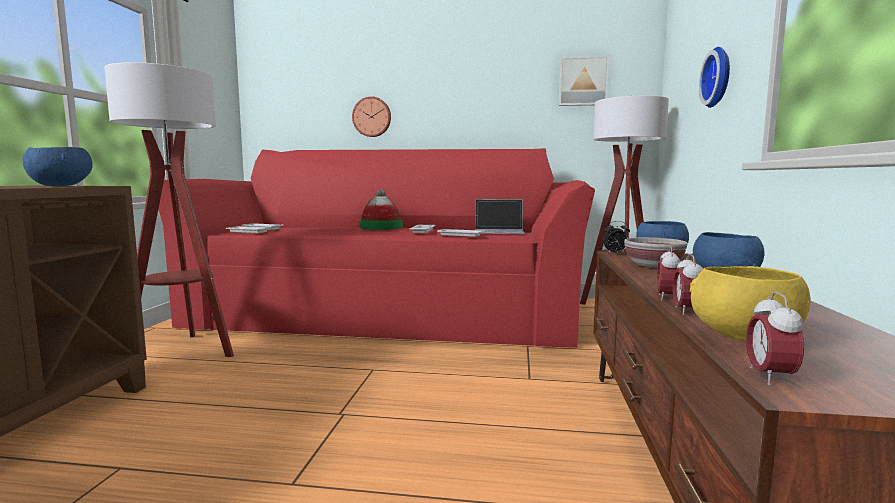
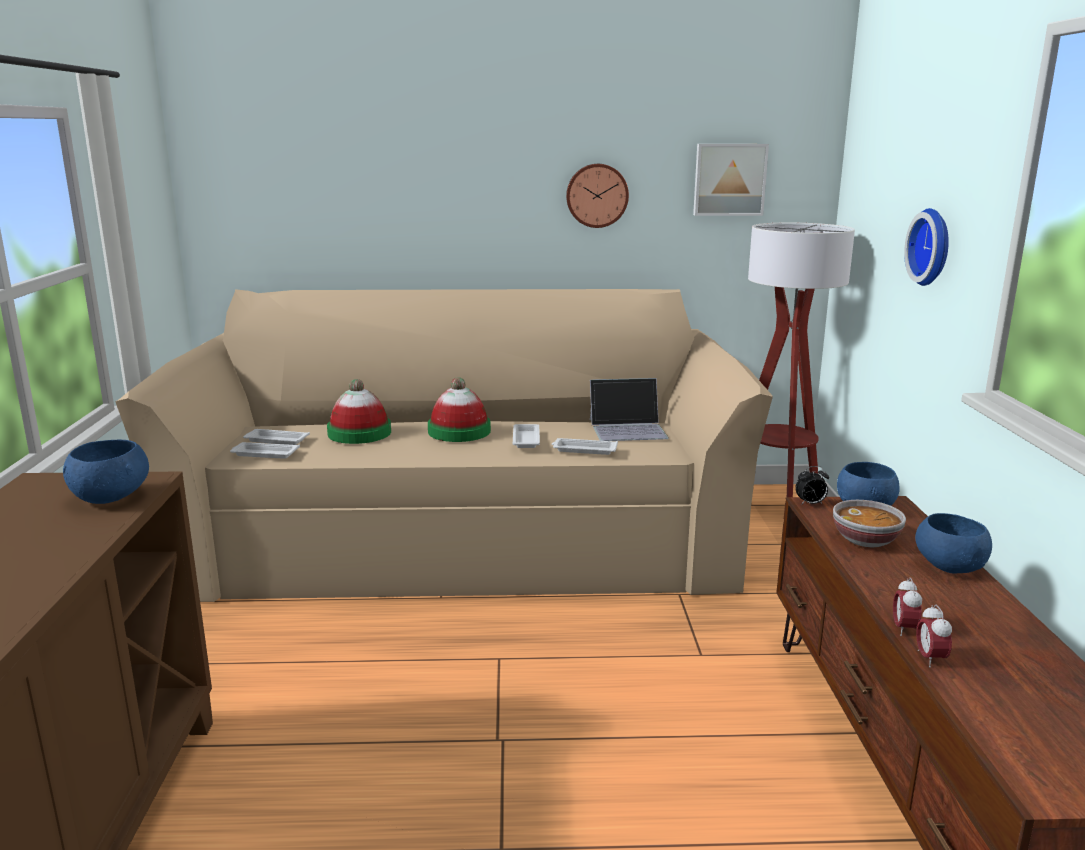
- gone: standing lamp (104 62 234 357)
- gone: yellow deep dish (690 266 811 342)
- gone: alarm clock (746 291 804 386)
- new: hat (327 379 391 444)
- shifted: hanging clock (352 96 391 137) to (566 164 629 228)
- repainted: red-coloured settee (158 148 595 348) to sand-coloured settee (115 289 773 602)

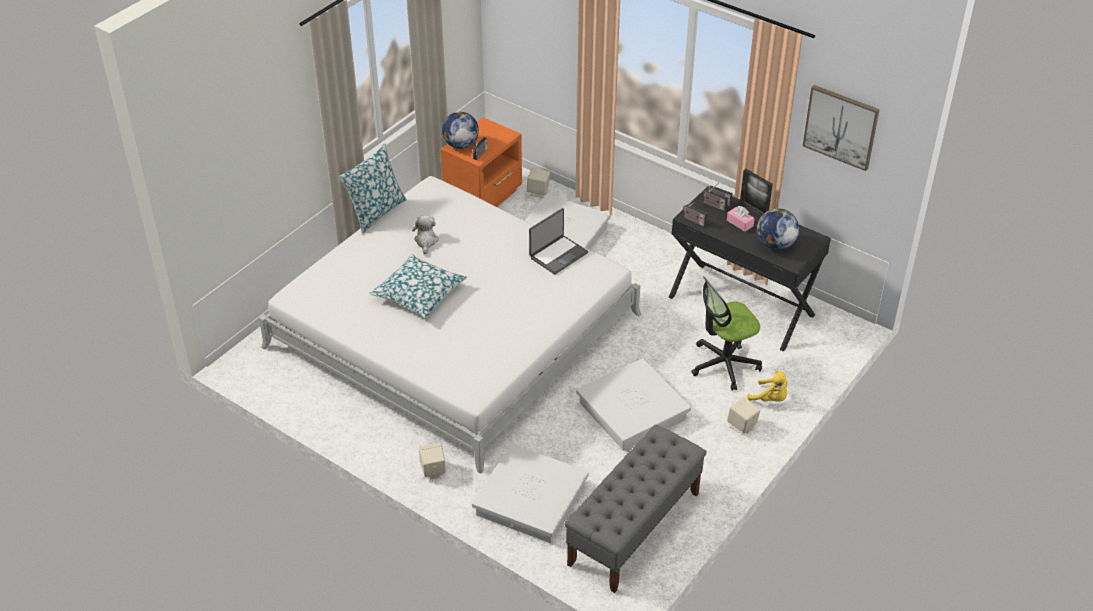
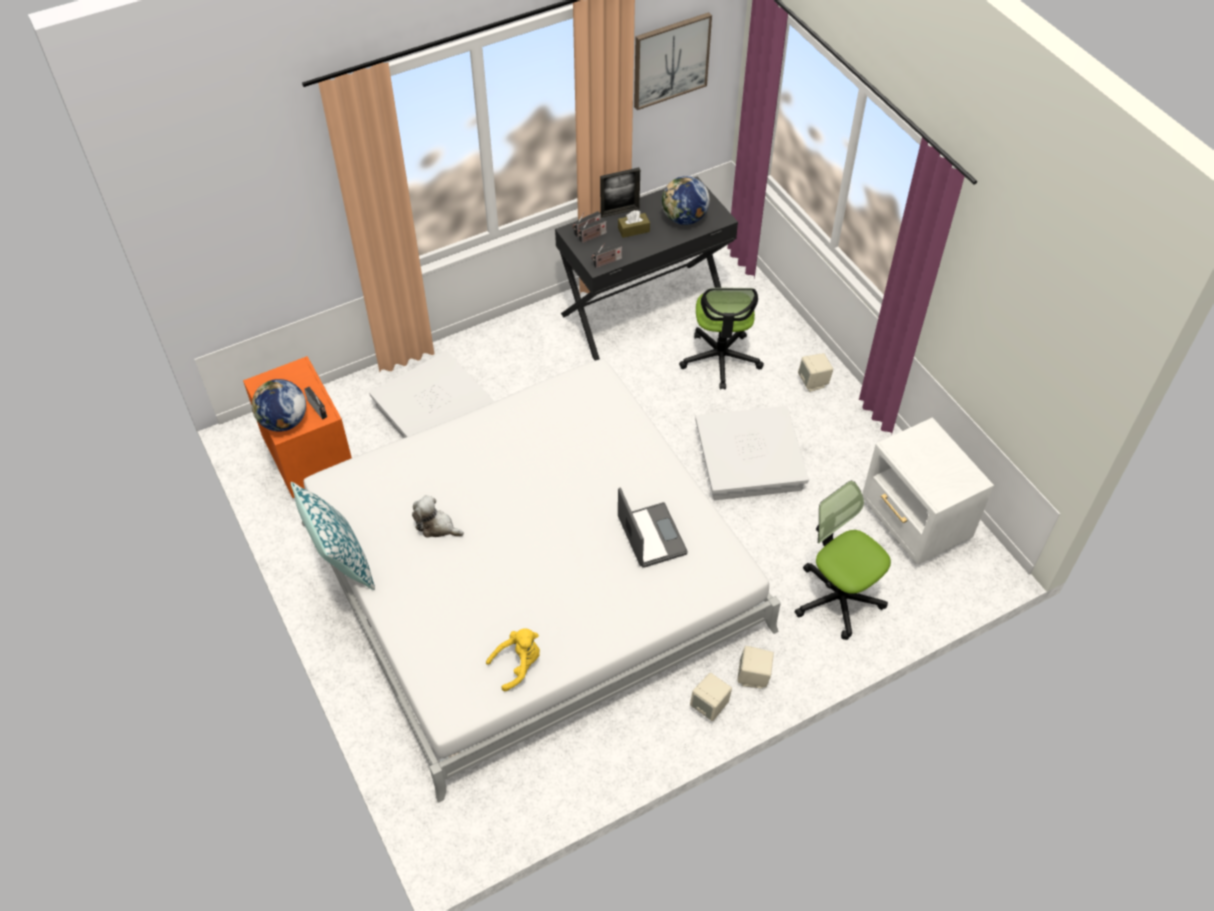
- gone: cushion (369 254 467 318)
- shifted: sand-coloured loudspeaker (526 167 550 197) to (690 673 732 721)
- shifted: notebook computer (529 208 588 274) to (618 488 688 568)
- shifted: yellow soft toy (747 371 788 402) to (486 628 540 691)
- swapped: whitish storage box (472 444 589 543) to desk chair (795 481 891 640)
- swapped: greyish bench (564 424 707 593) to whitish night table (862 417 994 565)
- repainted: pinkish box of tissues (727 206 755 232) to brown-coloured box of tissues (618 210 650 238)

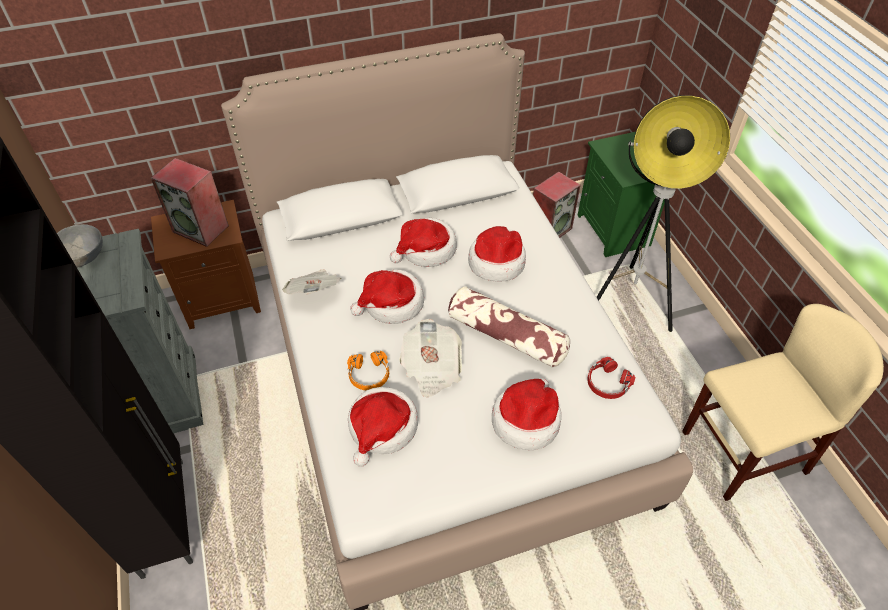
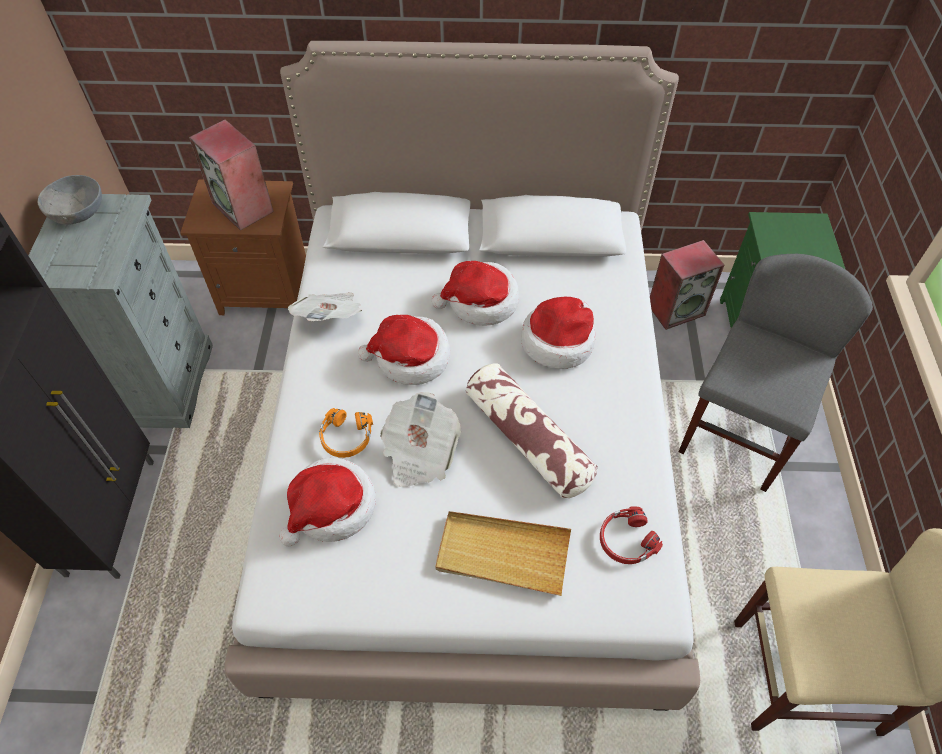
- swapped: hat (492 378 562 450) to sand-coloured tray (435 511 571 596)
- swapped: standing lamp (597 95 730 332) to greyish plain chair (678 254 873 492)

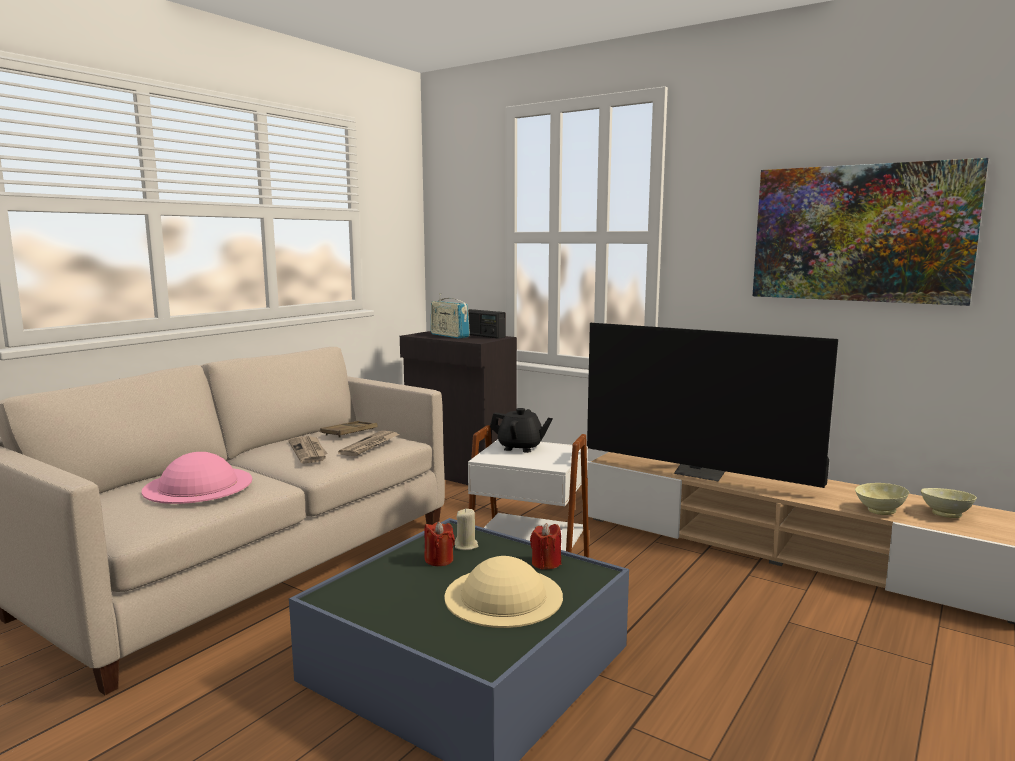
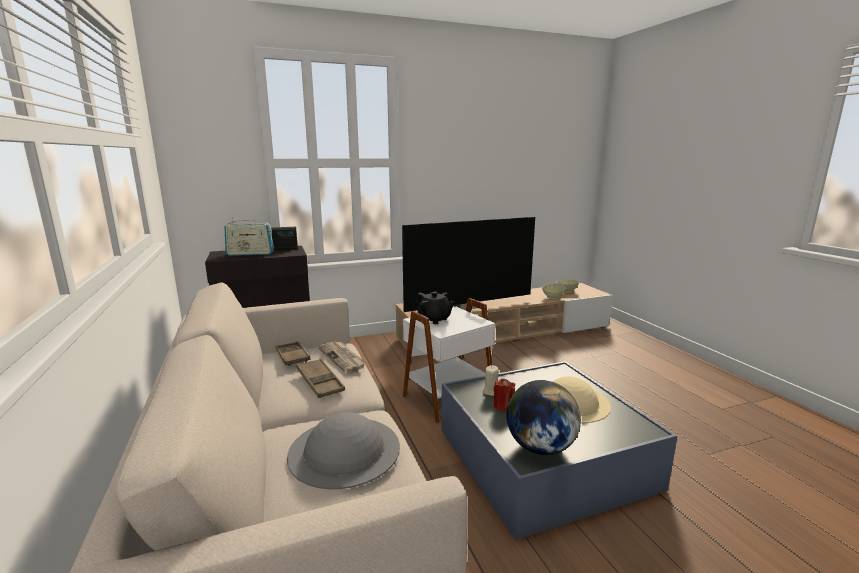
- gone: red-coloured wax light (530 523 561 570)
- gone: wall art (753 158 989 306)
- new: desk globe (507 380 581 455)
- swapped: daily paper (288 436 327 463) to brown-coloured tray (296 358 345 398)
- repainted: pinkish hat (142 452 252 504) to greyish hat (287 412 400 489)
- rotated: black-coloured tea pot (490 408 553 453) = (416 292 455 324) 75 degrees clockwise

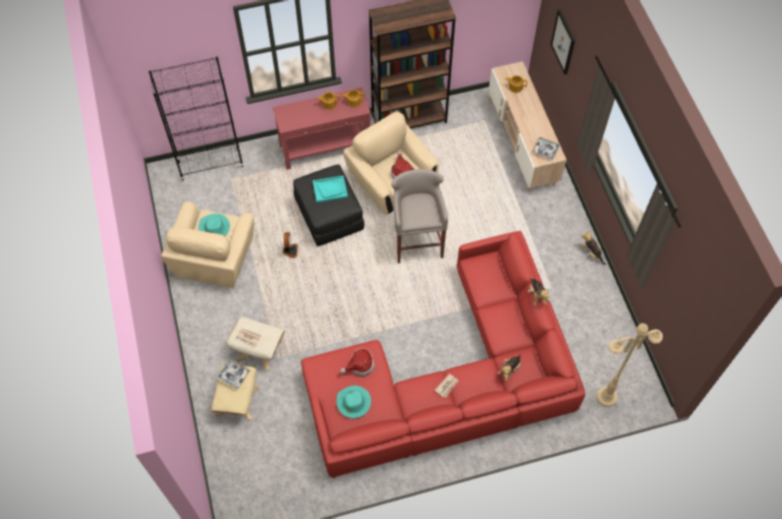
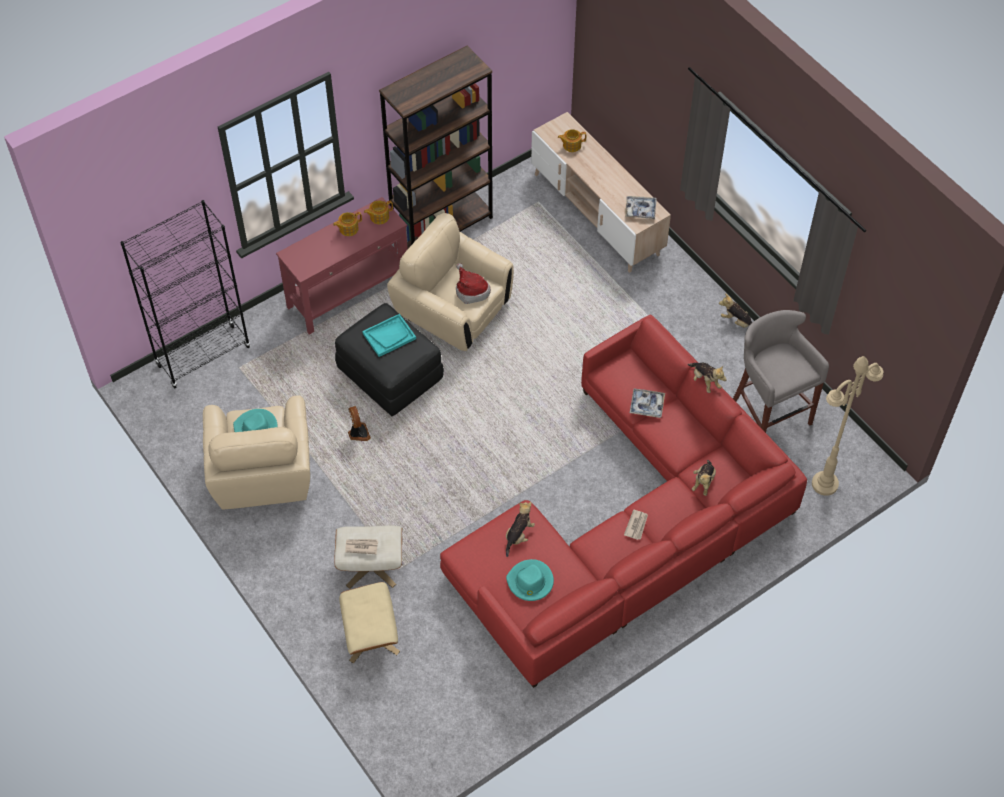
- gone: wall art (551 10 575 75)
- shifted: tray (217 359 251 389) to (630 389 665 418)
- shifted: greyish sitting stool (391 169 448 263) to (733 310 829 433)
- swapped: hat (340 348 375 376) to soft toy (506 502 535 557)

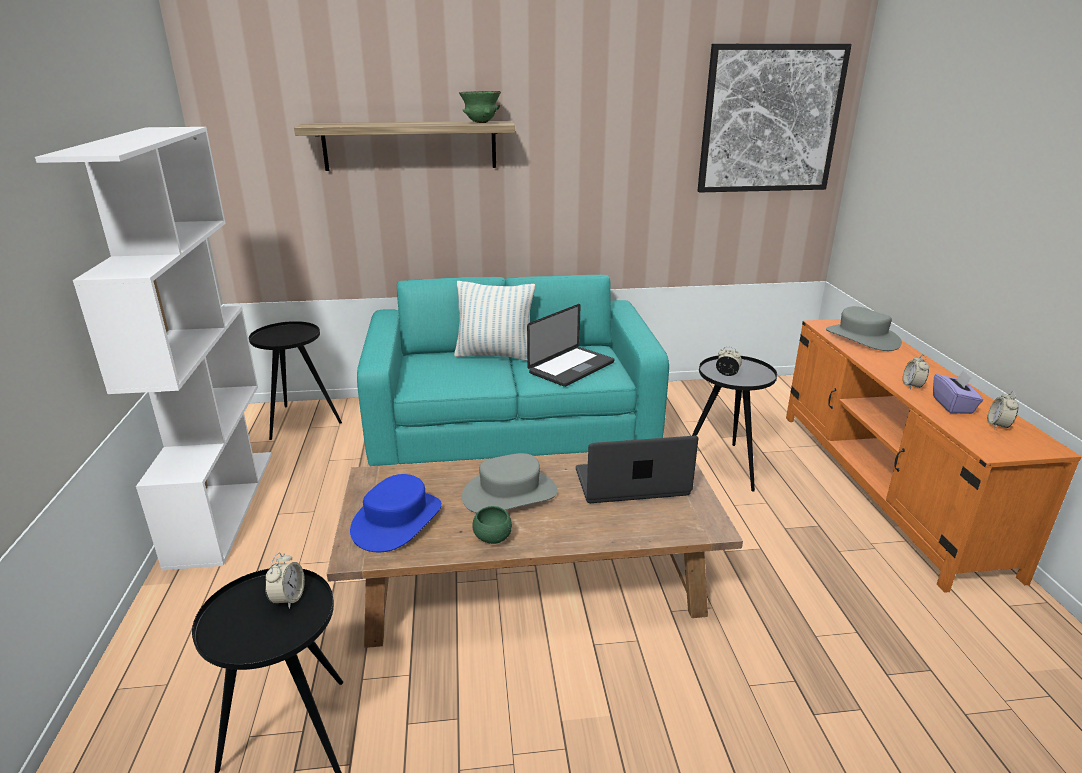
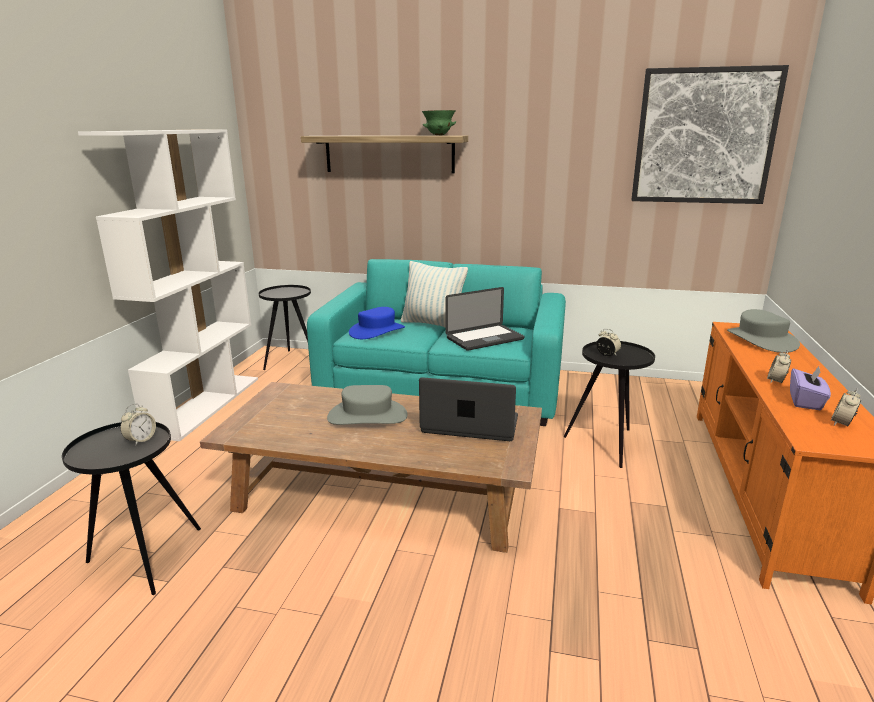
- gone: greenish deep dish (472 506 512 544)
- shifted: bluish hat (350 474 442 552) to (349 307 405 339)

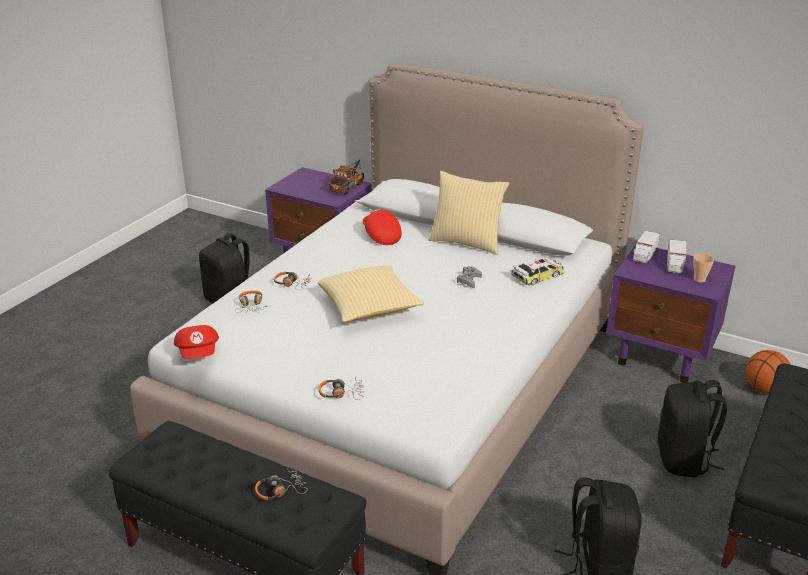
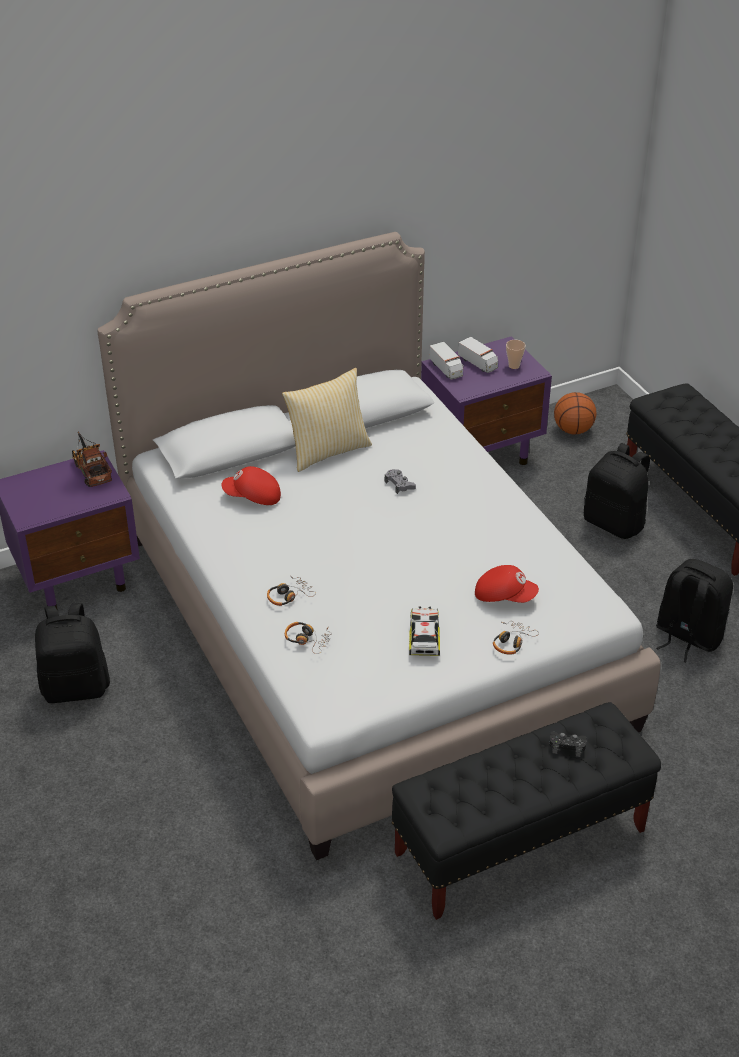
- gone: cushion (318 265 424 322)
- shifted: red-coloured baseball cap (174 325 219 359) to (475 565 539 603)
- shifted: miniature car (512 258 565 285) to (409 606 440 656)
- swapped: headphones (255 468 308 500) to black-coloured game controller (549 732 587 757)

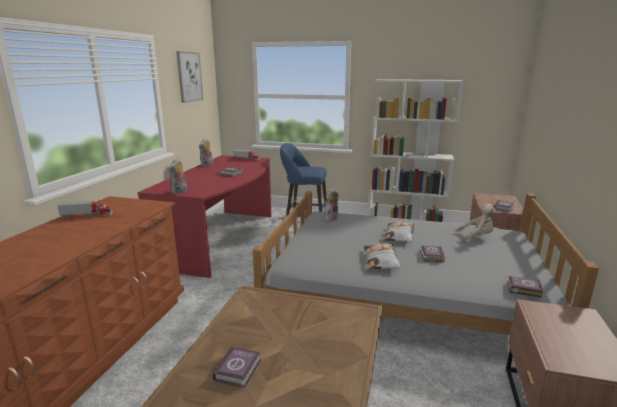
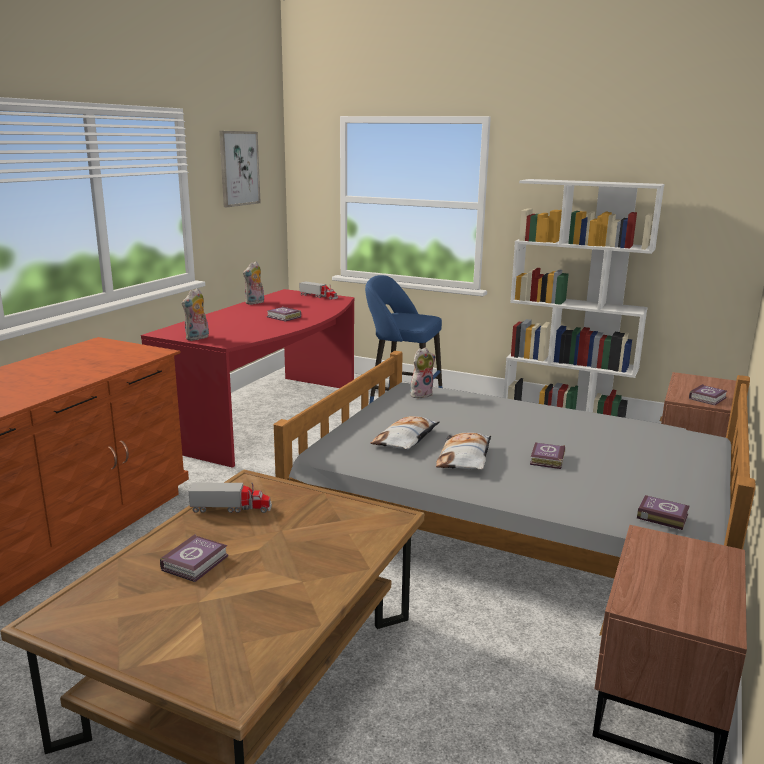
- gone: sand-coloured soft toy (458 204 497 241)
- shifted: toy lorry (58 200 113 219) to (189 482 272 513)
- shifted: cushion (383 221 414 242) to (370 416 440 449)

